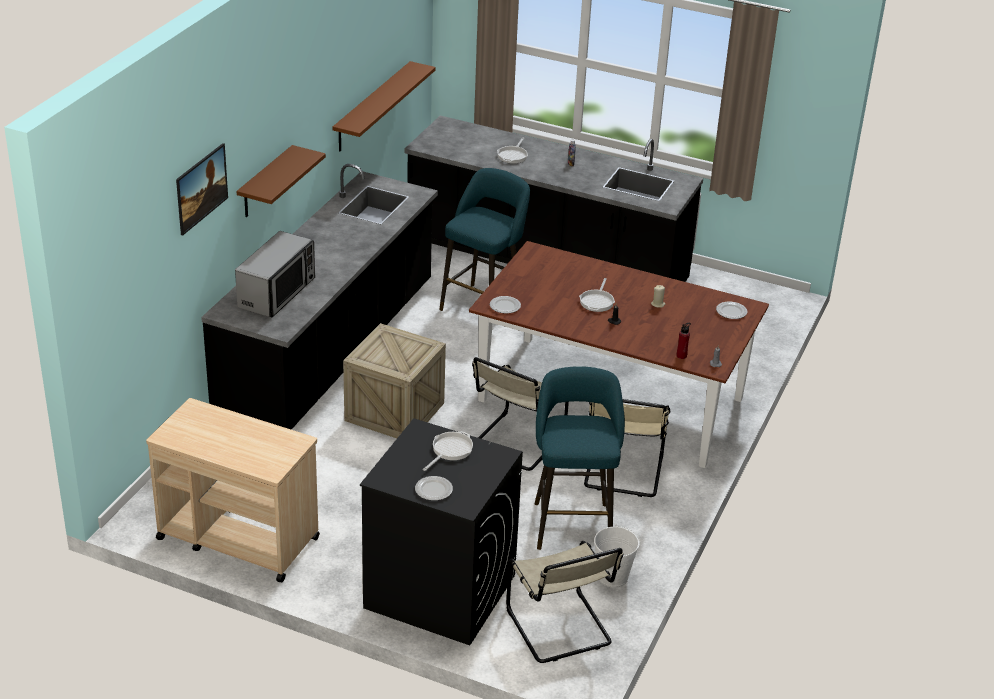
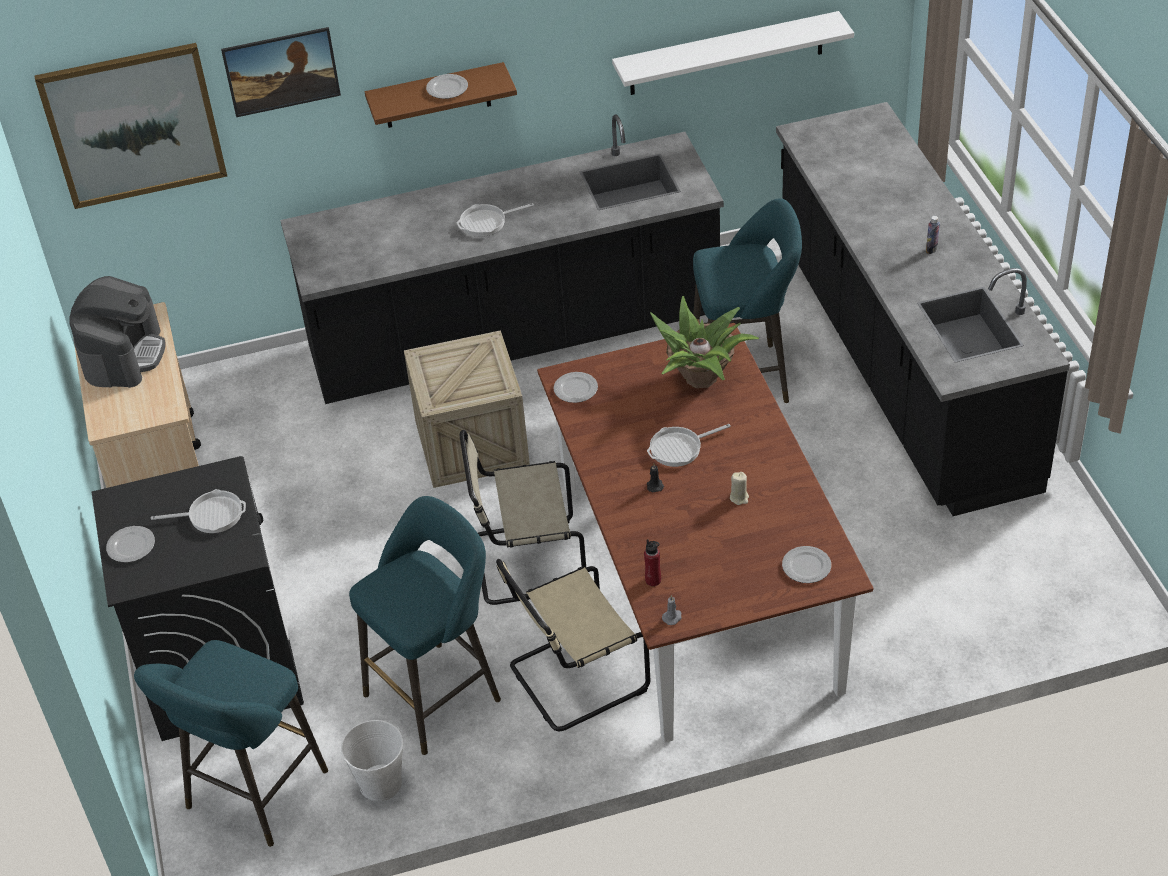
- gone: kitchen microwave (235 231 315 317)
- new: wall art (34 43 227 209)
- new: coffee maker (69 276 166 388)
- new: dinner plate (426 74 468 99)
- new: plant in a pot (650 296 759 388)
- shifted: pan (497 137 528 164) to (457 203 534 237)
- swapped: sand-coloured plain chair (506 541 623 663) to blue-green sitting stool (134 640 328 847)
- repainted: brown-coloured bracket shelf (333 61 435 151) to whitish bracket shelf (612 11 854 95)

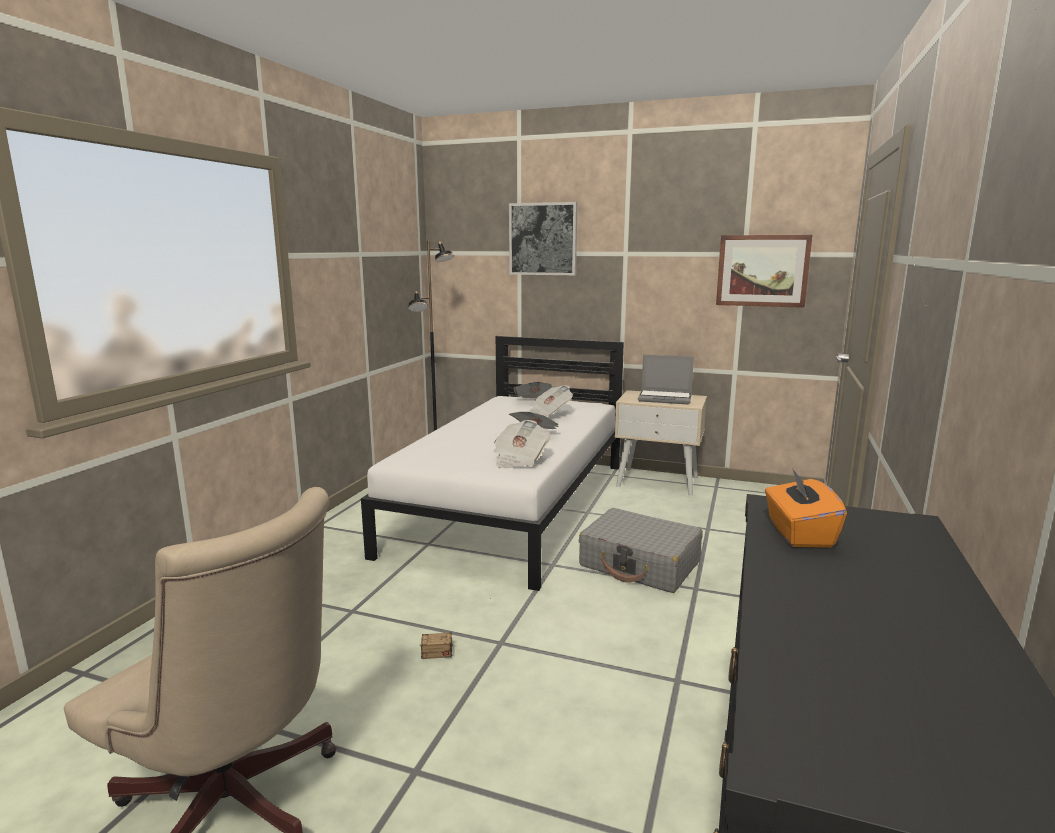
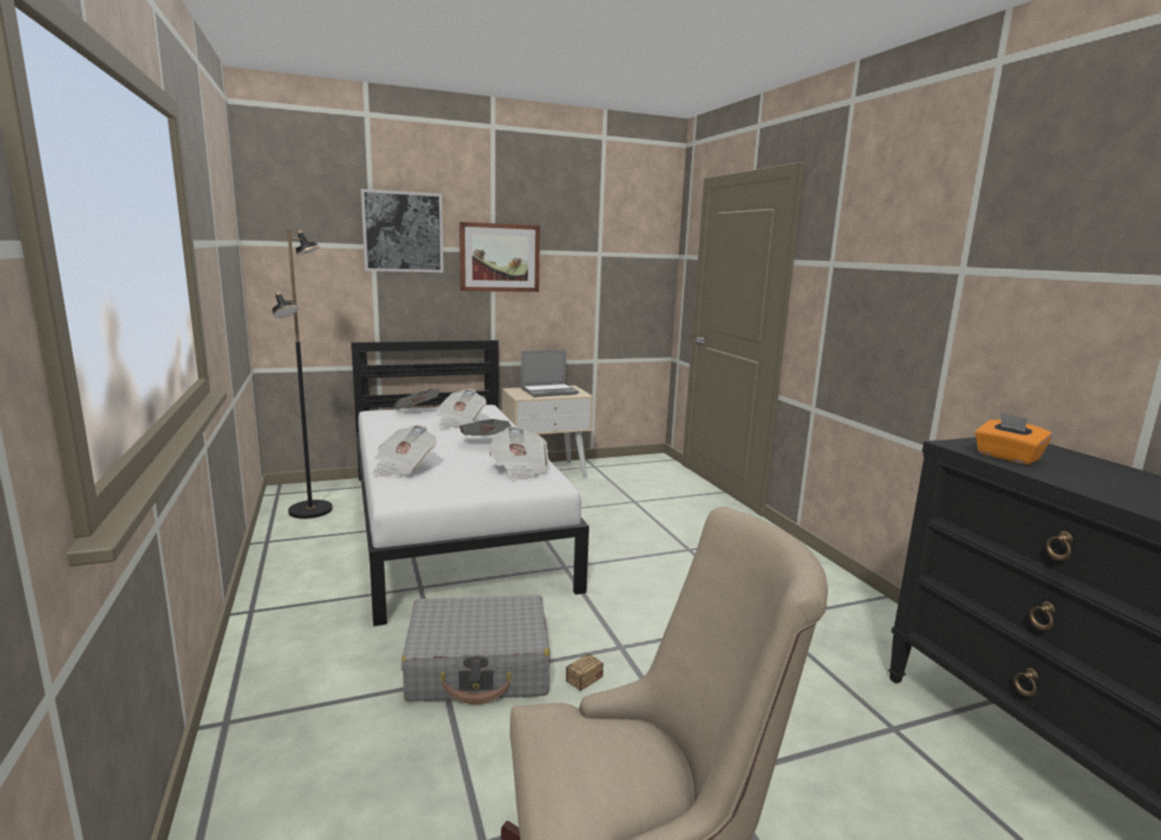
- new: daily paper (372 425 437 476)
- shifted: greyish travel case (579 508 703 593) to (401 595 550 705)
- shifted: wall art (716 235 812 308) to (459 222 540 292)

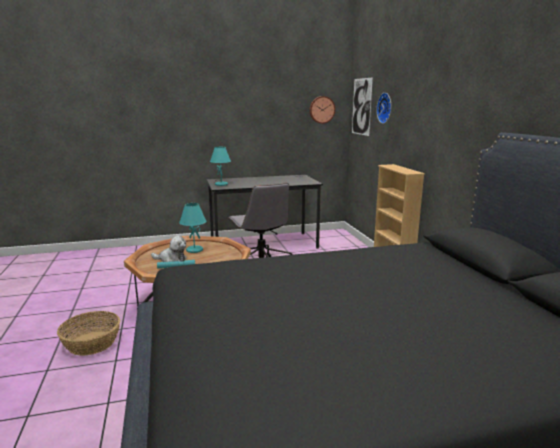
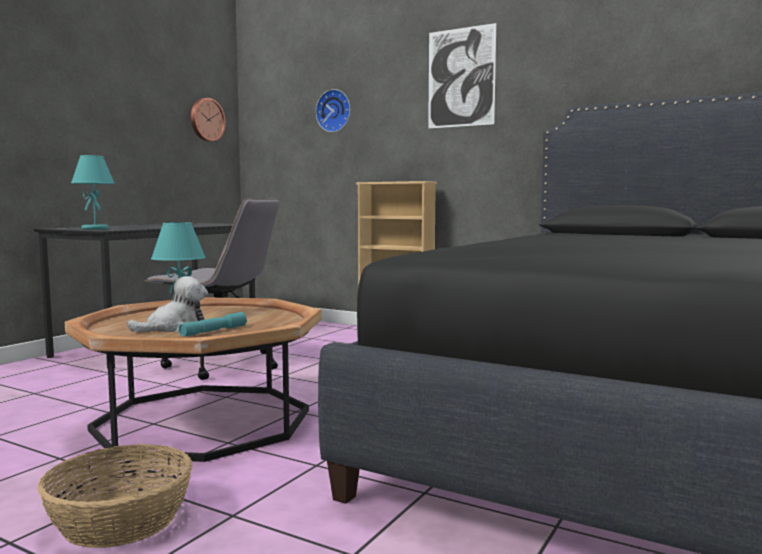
- shifted: wall art (352 77 373 136) to (428 23 496 129)

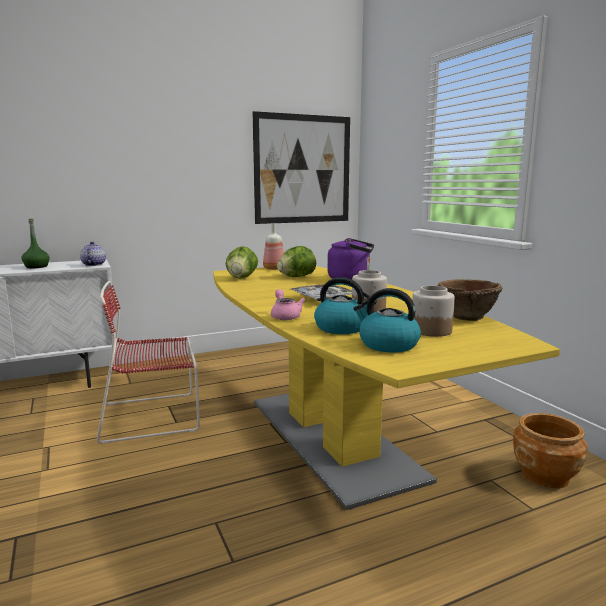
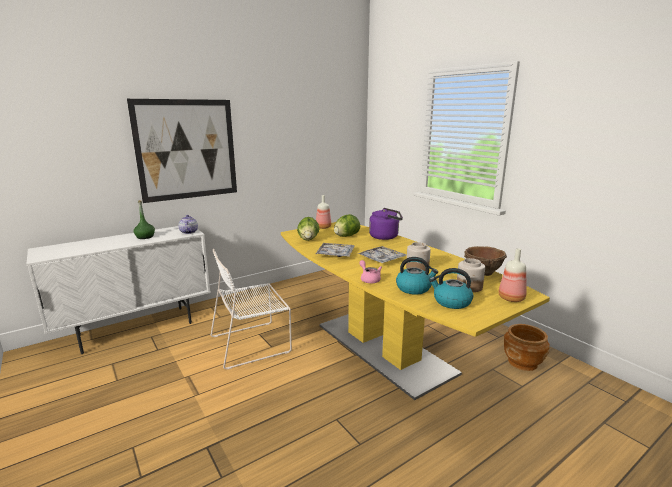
- new: tray (316 243 355 257)
- new: bottle (498 248 527 302)
- shifted: wall art (253 111 350 224) to (127 99 237 203)
- repainted: red-coloured plain chair (97 281 200 444) to whitish plain chair (211 249 292 370)

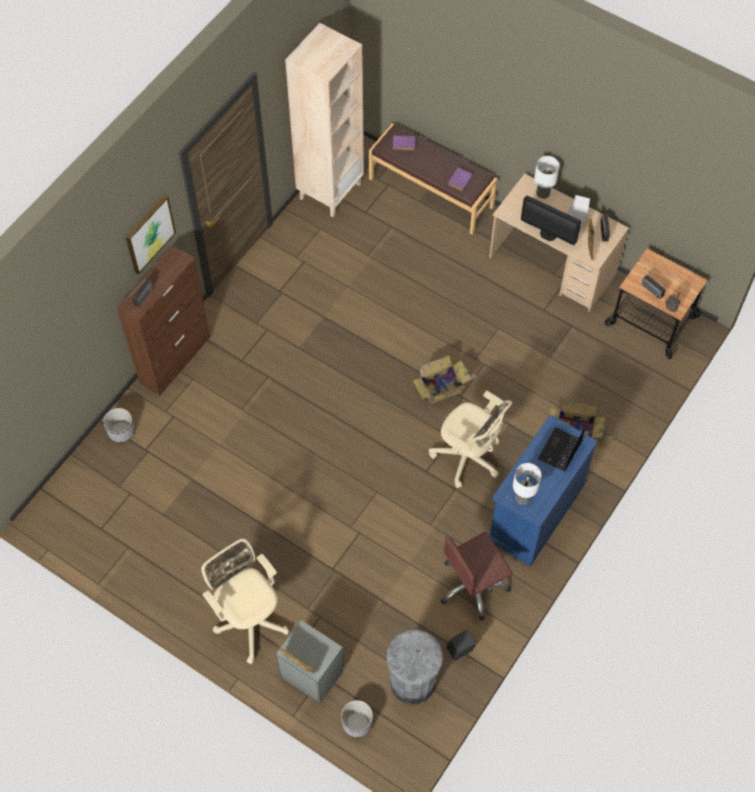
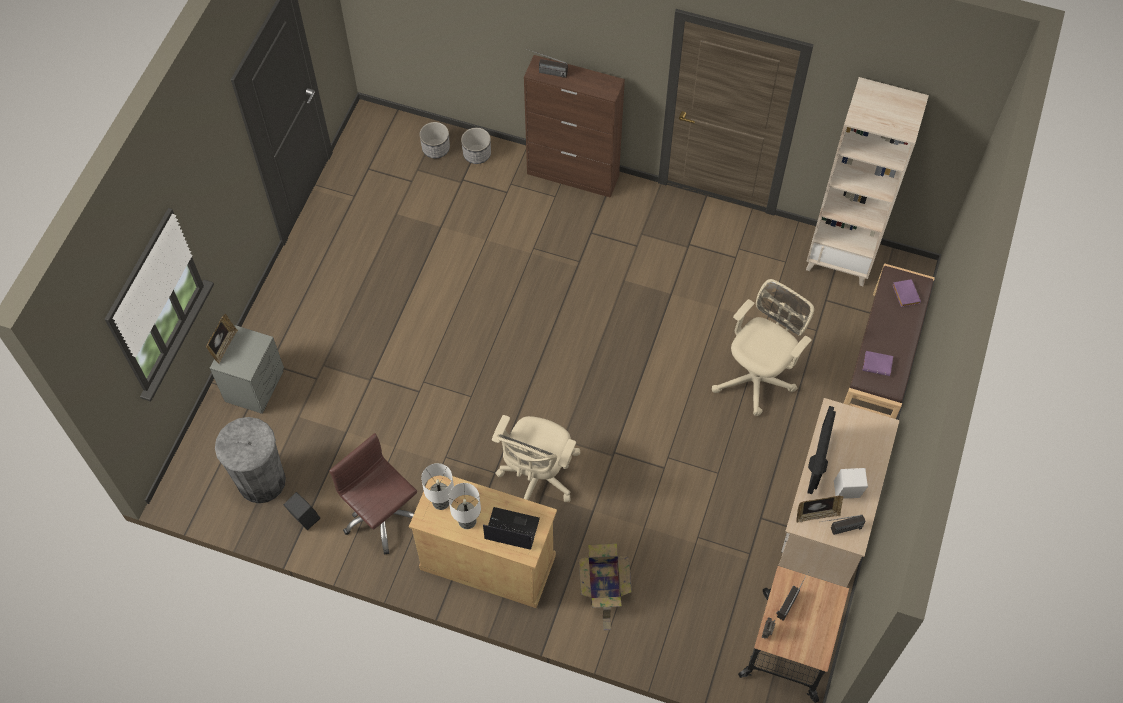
- gone: wall art (126 195 176 274)
- gone: packing box (412 355 478 404)
- shifted: sand-coloured desk chair (201 538 289 664) to (712 279 814 416)
- shifted: flower pot (341 700 373 737) to (419 122 450 158)
- shifted: tabletop lamp (534 156 560 199) to (448 483 481 529)
- repainted: bluish cabinet (489 414 598 566) to sand-coloured cabinet (409 476 557 608)

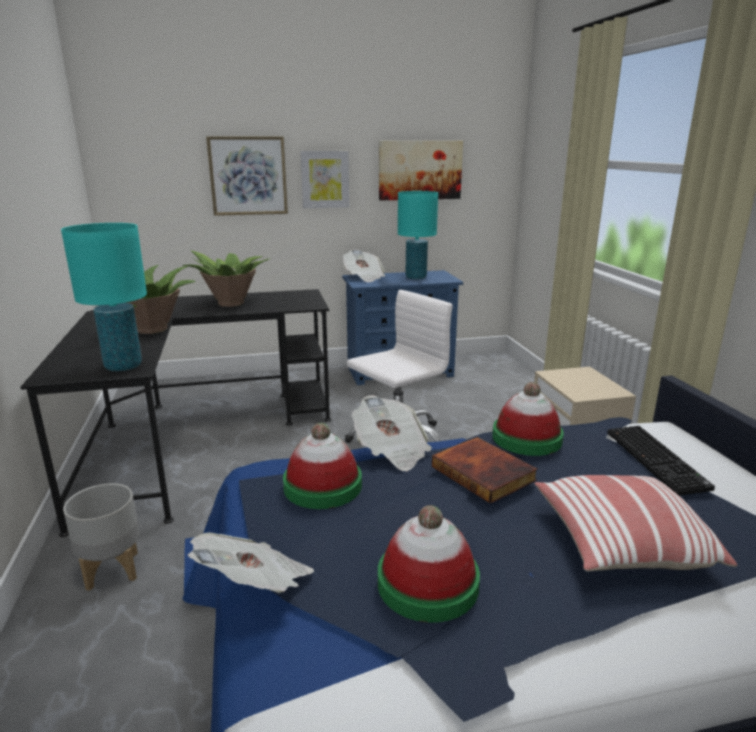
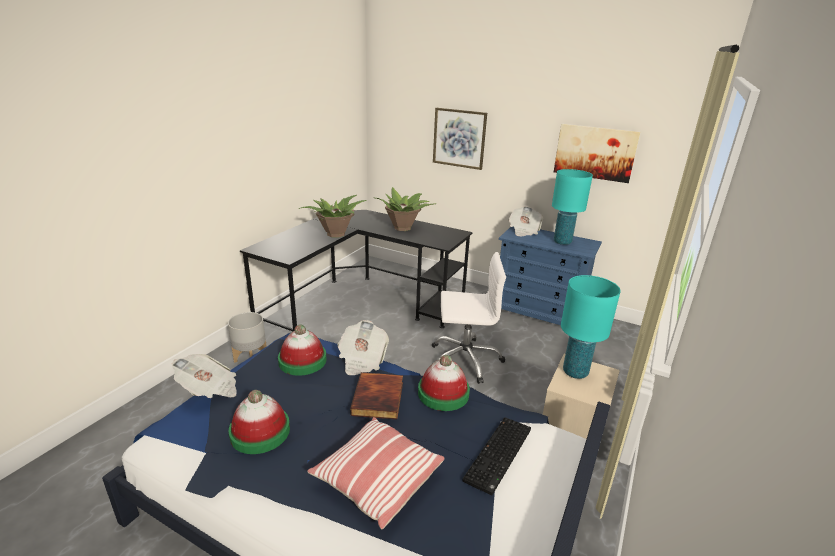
- gone: wall art (300 151 349 208)
- shifted: blue-green tabletop lamp (61 223 147 371) to (561 275 621 379)

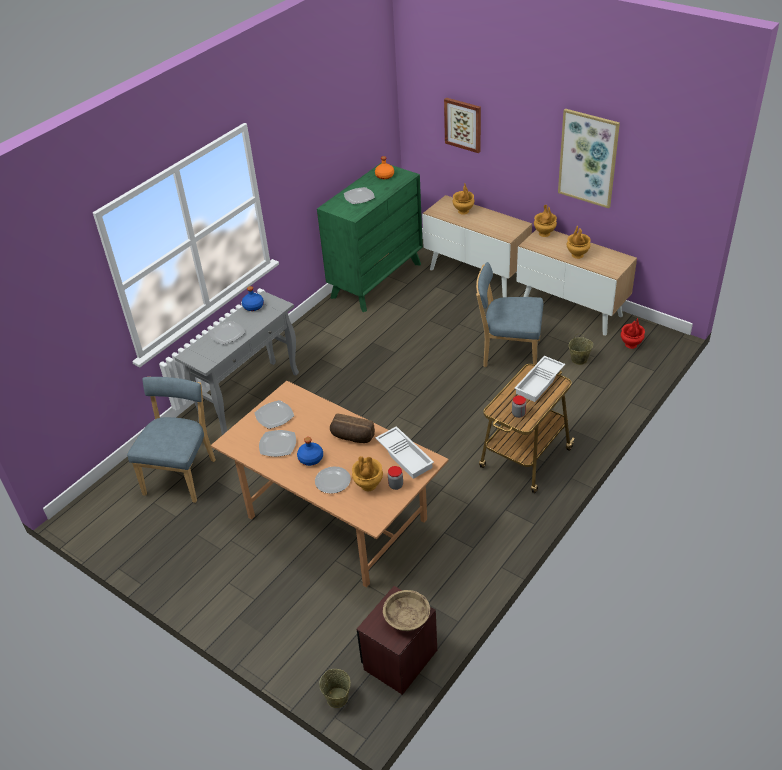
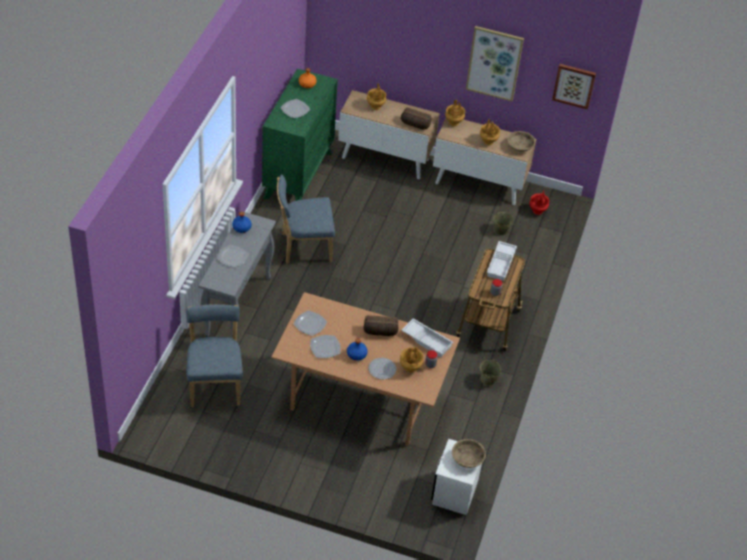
- new: baked bread (401 107 432 130)
- new: sand-coloured deep dish (507 131 535 152)
- shifted: sand-coloured pail (319 669 351 708) to (480 359 501 386)
- shifted: wall art (444 98 481 153) to (552 64 596 110)
- shifted: bluish plain chair (476 262 543 367) to (277 174 335 264)
- repainted: brown-coloured night table (357 586 437 695) to whitish night table (431 439 482 515)

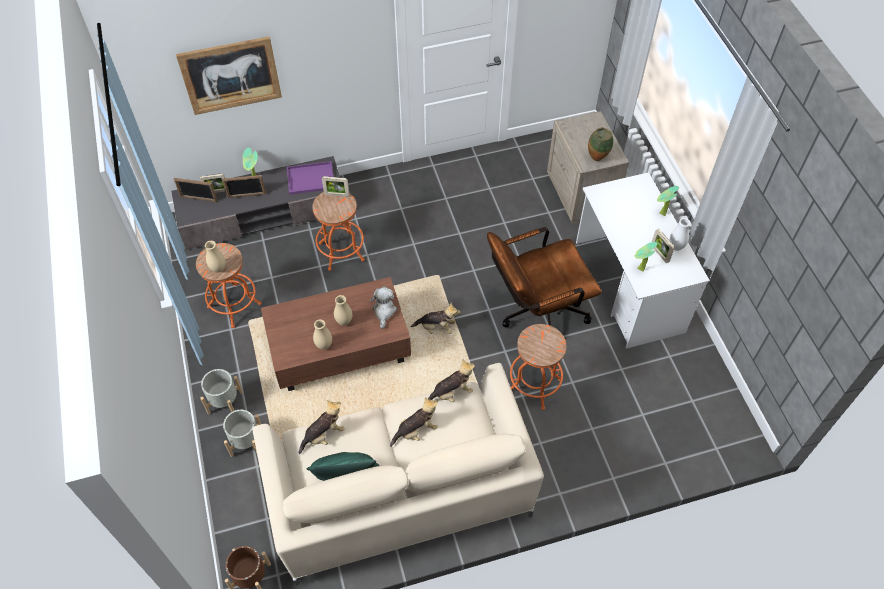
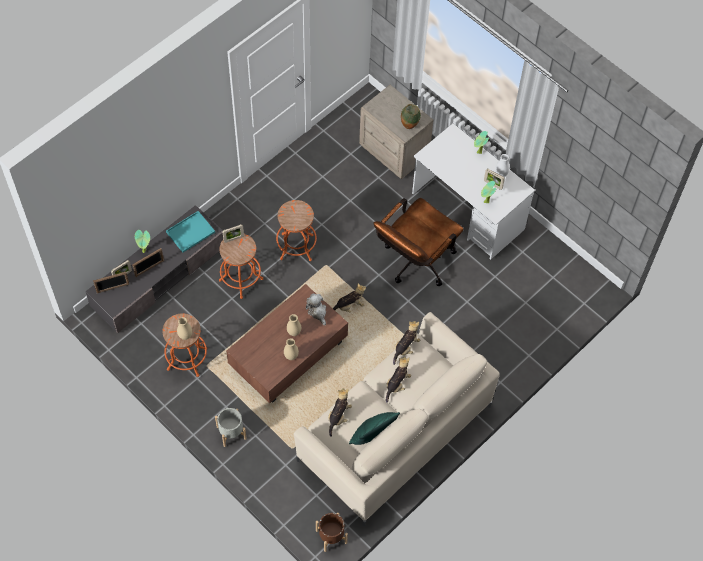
- gone: wall art (176 36 282 115)
- gone: greyish flower pot (223 410 261 457)
- shifted: orange-coloured sitting stool (510 324 566 410) to (276 200 317 261)
- repainted: purplish tray (287 161 333 195) to blue-green tray (166 211 215 253)

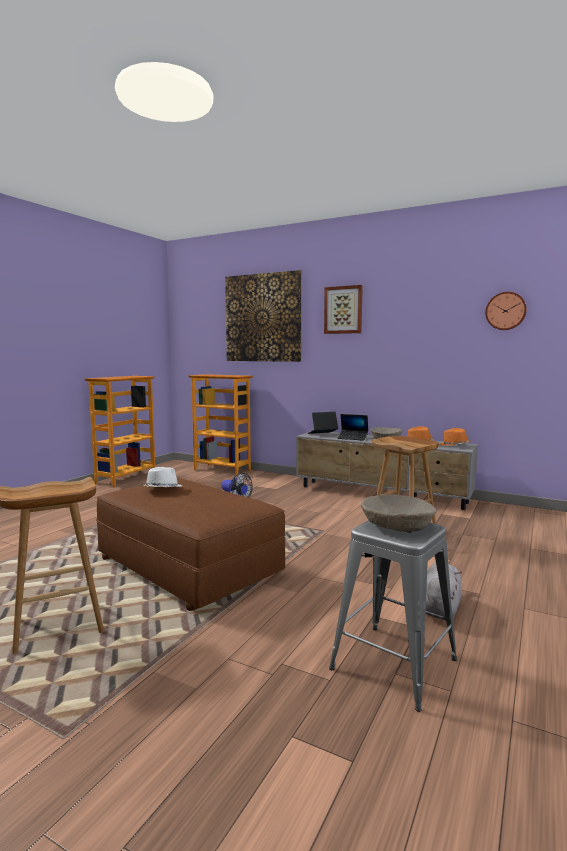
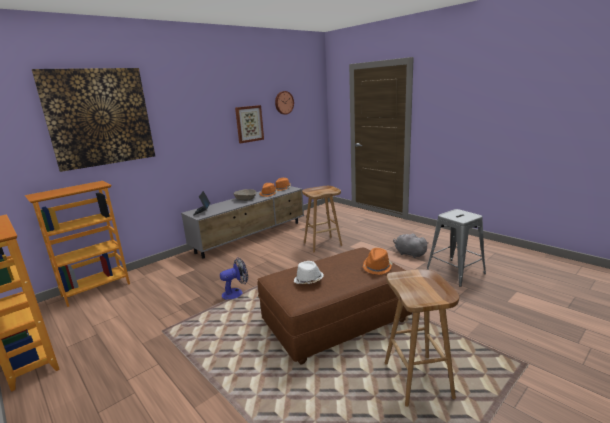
- gone: notebook computer (337 414 368 441)
- gone: sand-coloured deep dish (361 494 437 532)
- new: orange-coloured hat (363 248 393 275)
- shifted: wall art (324 285 363 334) to (235 105 264 143)

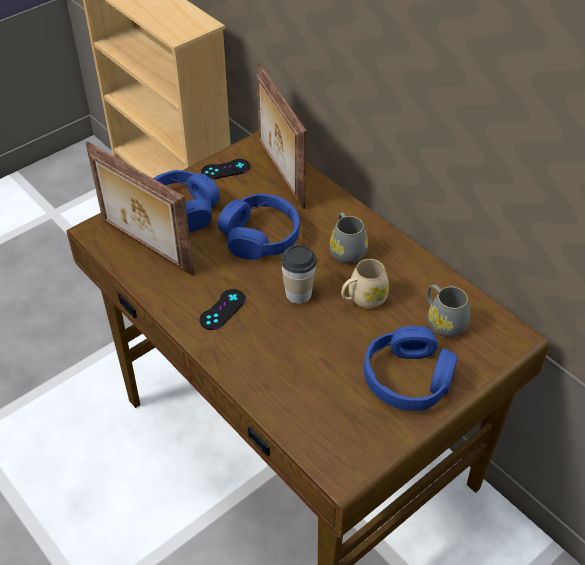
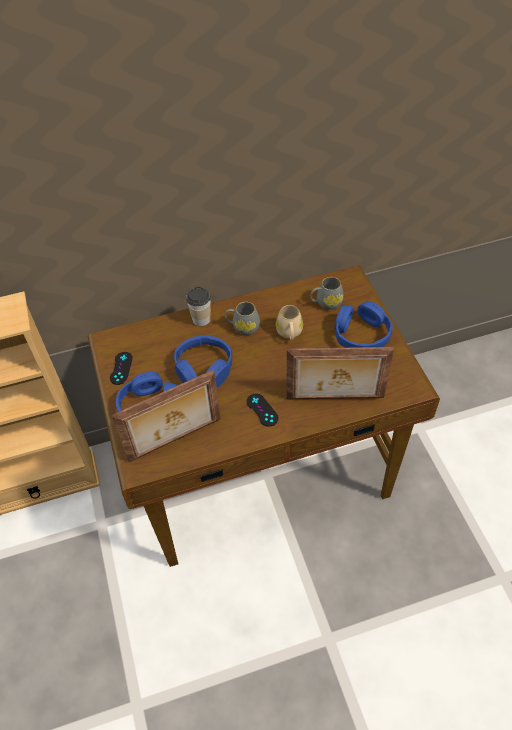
- shifted: standing frame (257 63 307 209) to (286 347 394 399)
- shifted: small cup (281 245 317 304) to (186 287 211 326)

